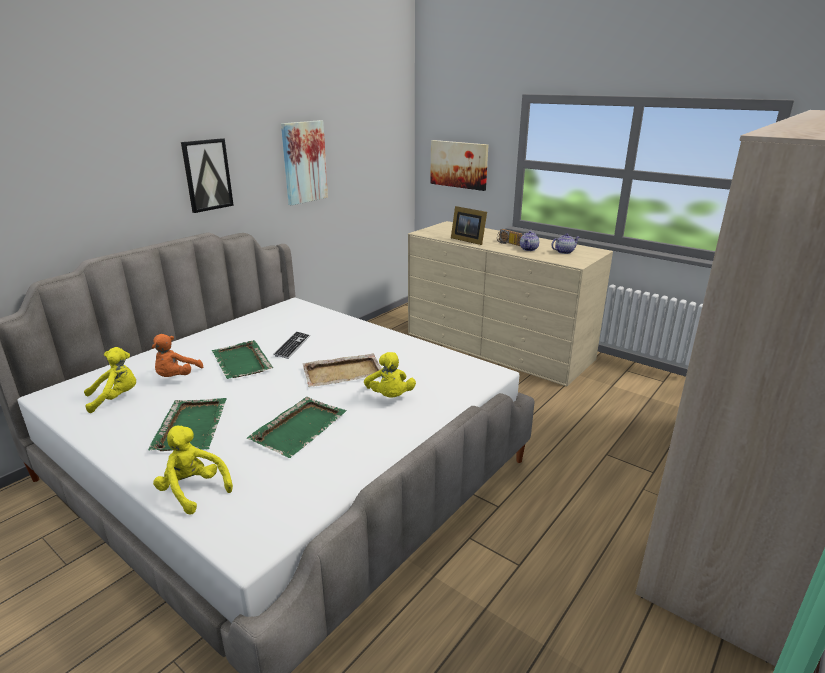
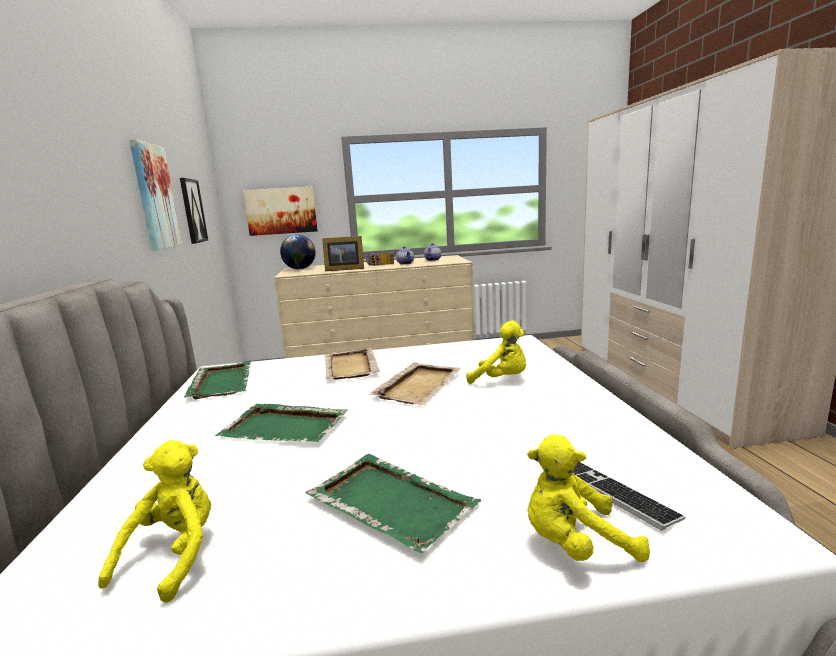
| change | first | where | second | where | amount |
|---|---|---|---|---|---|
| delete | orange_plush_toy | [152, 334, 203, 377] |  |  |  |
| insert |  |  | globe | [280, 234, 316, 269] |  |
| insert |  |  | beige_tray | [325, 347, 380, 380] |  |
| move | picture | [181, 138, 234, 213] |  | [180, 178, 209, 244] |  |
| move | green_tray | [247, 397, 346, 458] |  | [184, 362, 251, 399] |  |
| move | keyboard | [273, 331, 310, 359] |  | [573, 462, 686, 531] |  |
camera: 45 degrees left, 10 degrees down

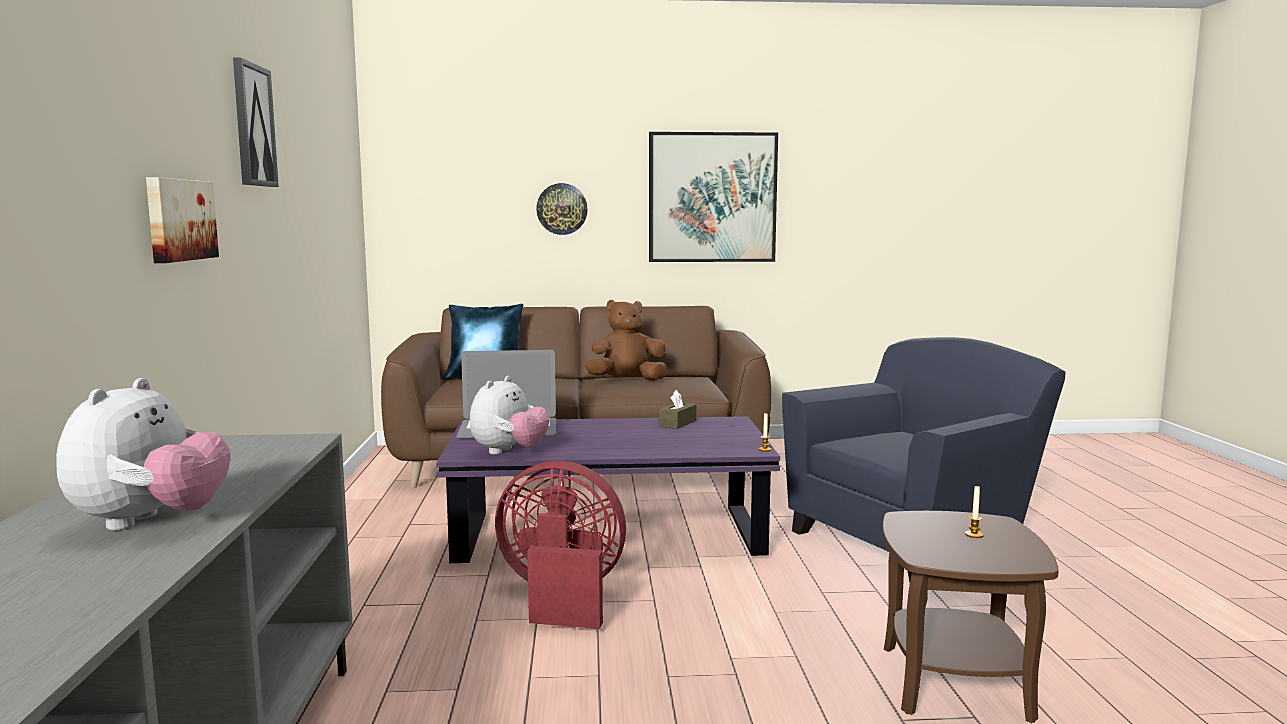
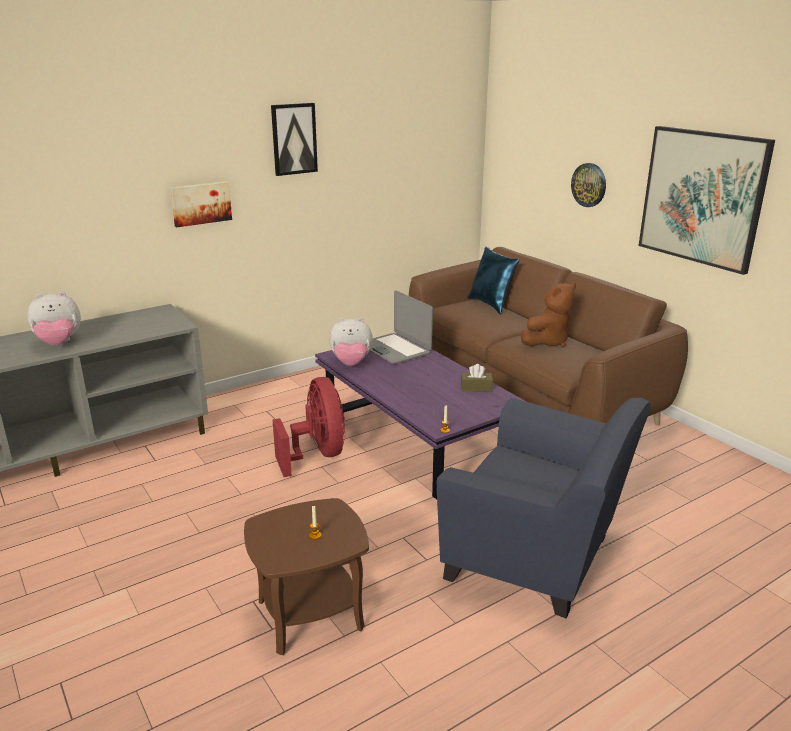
| change | first | where | second | where | amount |
|---|---|---|---|---|---|
| rotate | brown_plush_toy | [585, 300, 667, 381] |  | [521, 283, 576, 348] | 90 degrees clockwise |
camera: 60 degrees right, 15 degrees up

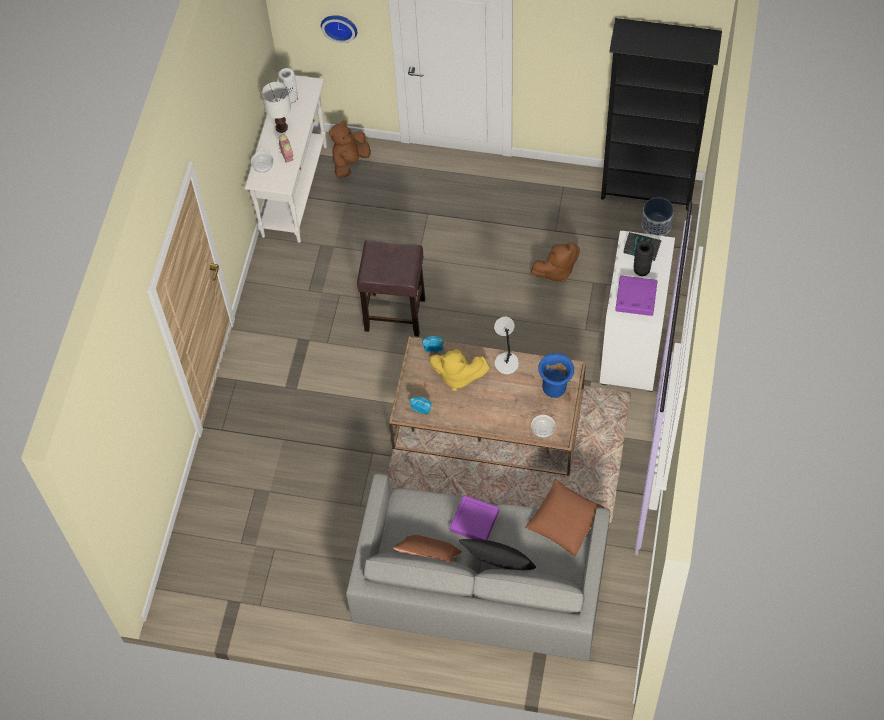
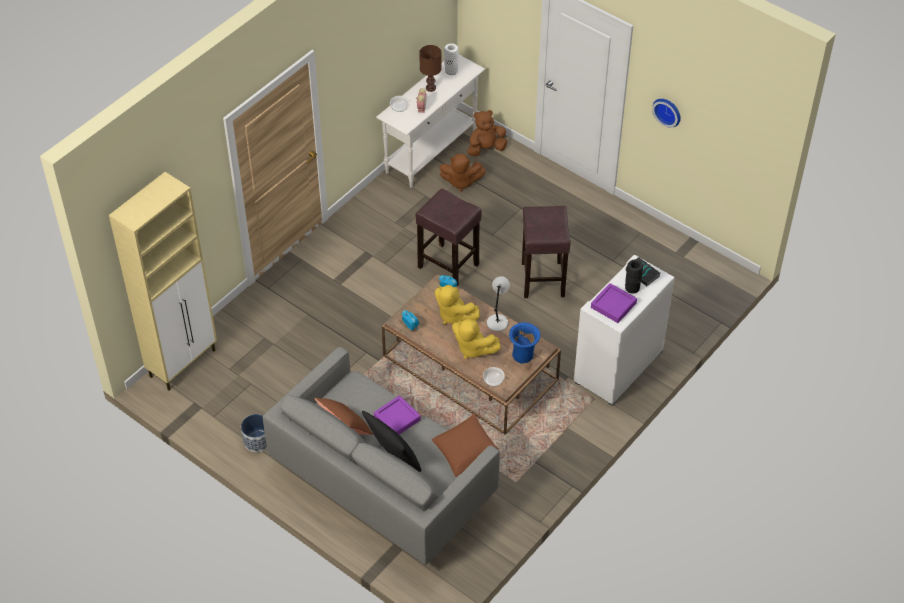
| change | first | where | second | where | amount |
|---|---|---|---|---|---|
| delete | black_bookcase | [601, 18, 722, 211] |  |  |  |
| insert |  |  | beige_cabinet | [109, 172, 217, 391] |  |
| insert |  |  | yellow_plush_toy | [452, 319, 501, 359] |  |
| insert |  |  | brown_stool | [522, 206, 571, 298] |  |
| move | wall_clock | [321, 15, 357, 43] |  | [652, 99, 681, 127] |  |
| move | brown_plush_toy | [531, 242, 580, 283] |  | [439, 154, 486, 191] |  |
| move | planter | [642, 198, 674, 236] |  | [241, 414, 267, 452] |  |
| recolor | white_table_lamp | [262, 82, 291, 133] | brown_table_lamp | [419, 45, 442, 92] |  |
camera: 25 degrees right, 10 degrees down

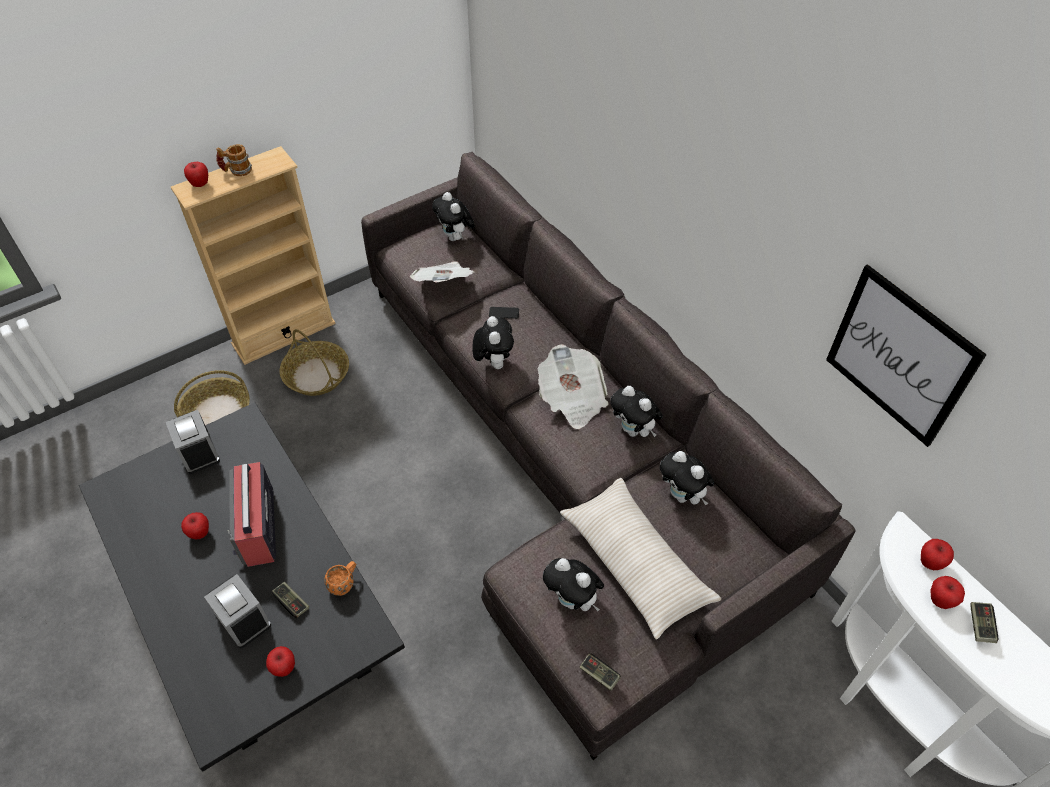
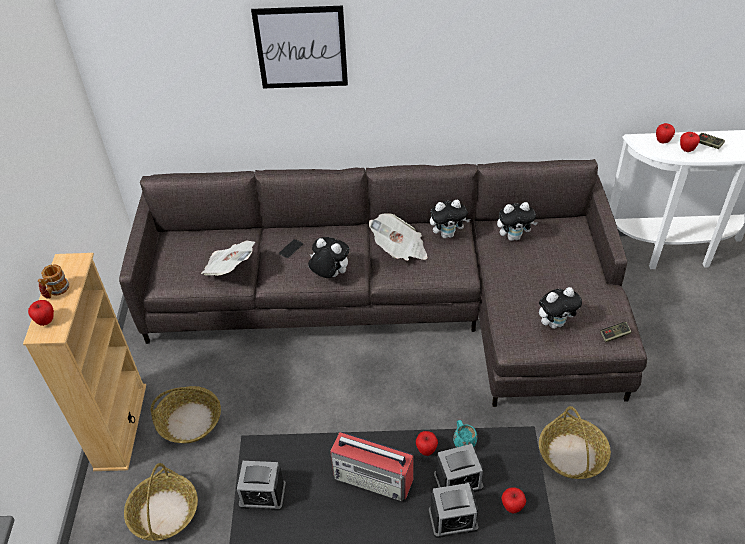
| change | first | where | second | where | amount |
|---|---|---|---|---|---|
| delete | plush_toy | [432, 192, 475, 241] |  |  |  |
| delete | beige_pillow | [560, 478, 721, 639] |  |  |  |
| insert |  |  | basket | [539, 406, 611, 479] |  |
| move | apple | [181, 512, 209, 539] |  | [416, 431, 438, 456] |  |
| move | picture | [826, 264, 987, 447] |  | [251, 6, 348, 89] |  |
| replace | game_controller | [272, 582, 309, 618] | alarm_clock | [434, 444, 483, 492] |  |
| recolor | orange_mug | [325, 561, 356, 596] | turquoise_mug | [453, 420, 477, 447] |  |
camera: 55 degrees left, 5 degrees down

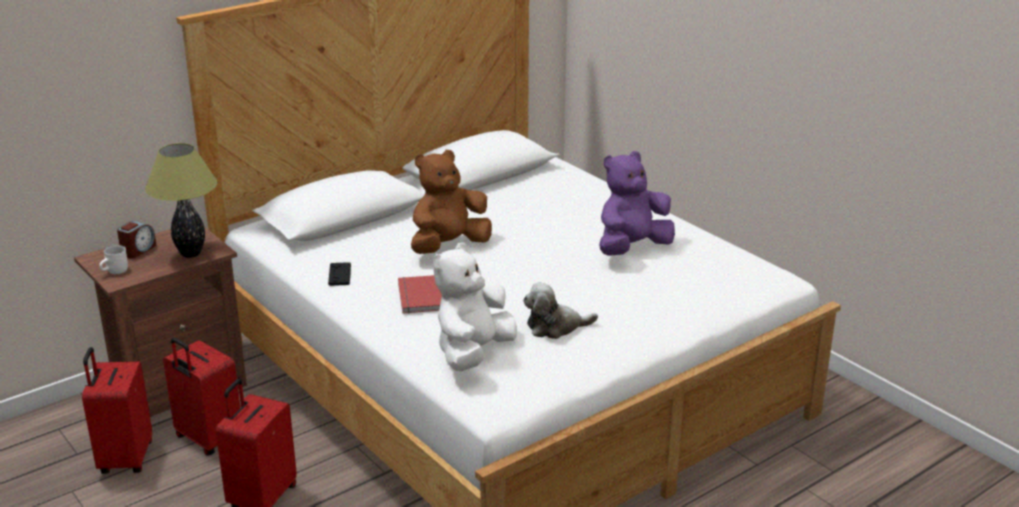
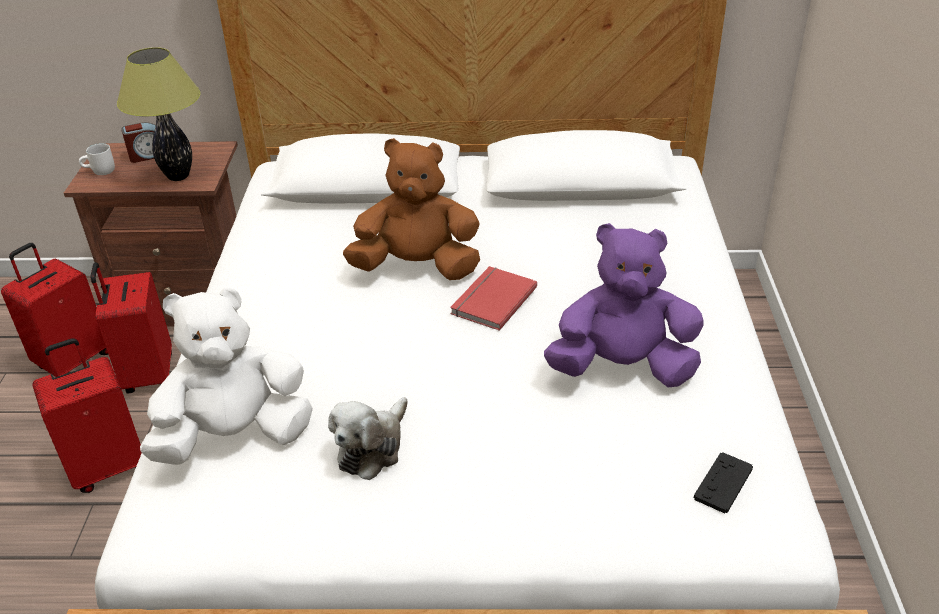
| change | first | where | second | where | amount |
|---|---|---|---|---|---|
| move | black_game_controller | [328, 262, 351, 286] |  | [694, 452, 753, 514] |  |
| move | red_book | [398, 275, 442, 314] |  | [450, 266, 537, 331] |  |
| rotate | plush_toy | [523, 282, 598, 339] |  | [328, 397, 408, 480] | 90 degrees counterclockwise |
camera: 40 degrees right, 10 degrees up

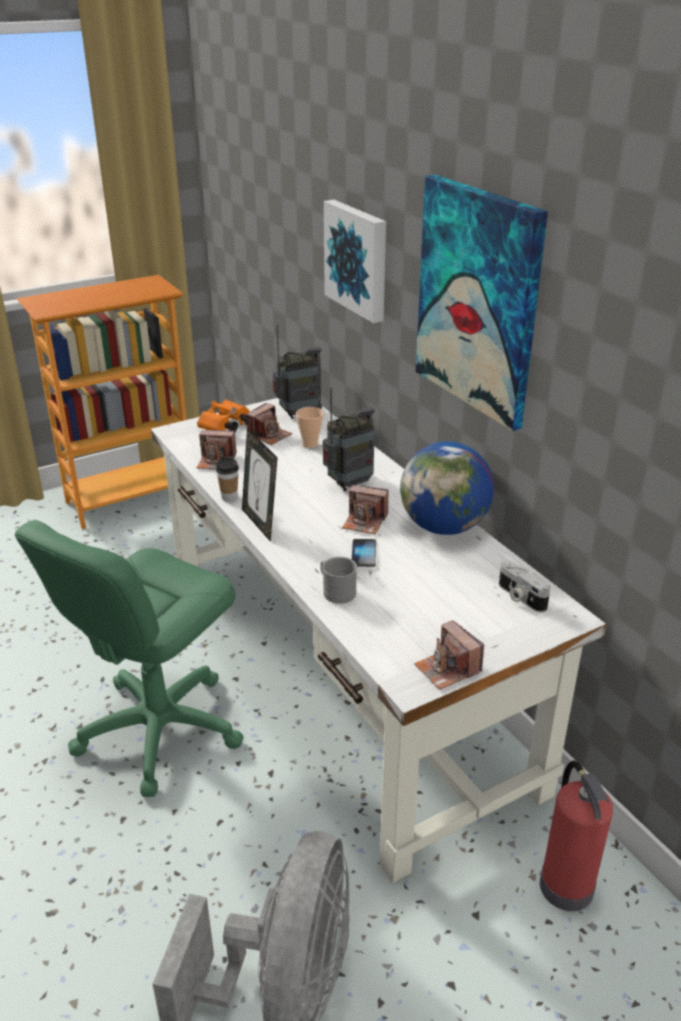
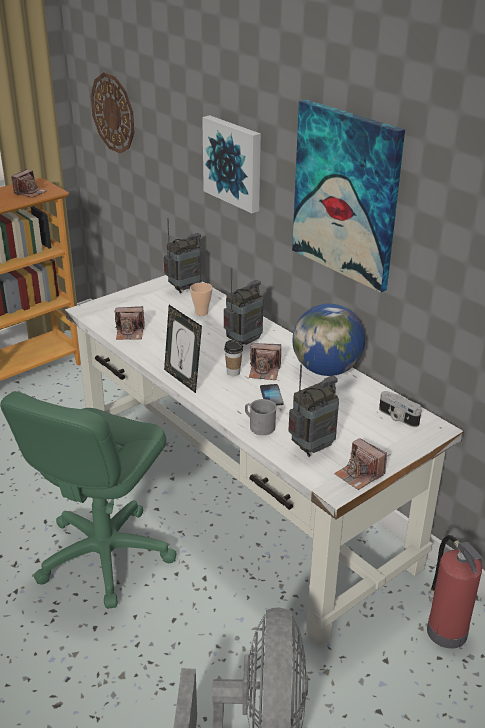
| change | first | where | second | where | amount |
|---|---|---|---|---|---|
| delete | orange_binoculars | [197, 400, 250, 432] |  |  |  |
| insert |  |  | wall_clock | [91, 73, 134, 153] |  |
| insert |  |  | radio | [288, 365, 339, 457] |  |
| move | cup | [216, 457, 239, 502] |  | [224, 340, 243, 376] |  |
| move | photo_camera | [246, 403, 292, 445] |  | [11, 169, 48, 198] |  |
camera: 10 degrees left, 0 degrees up

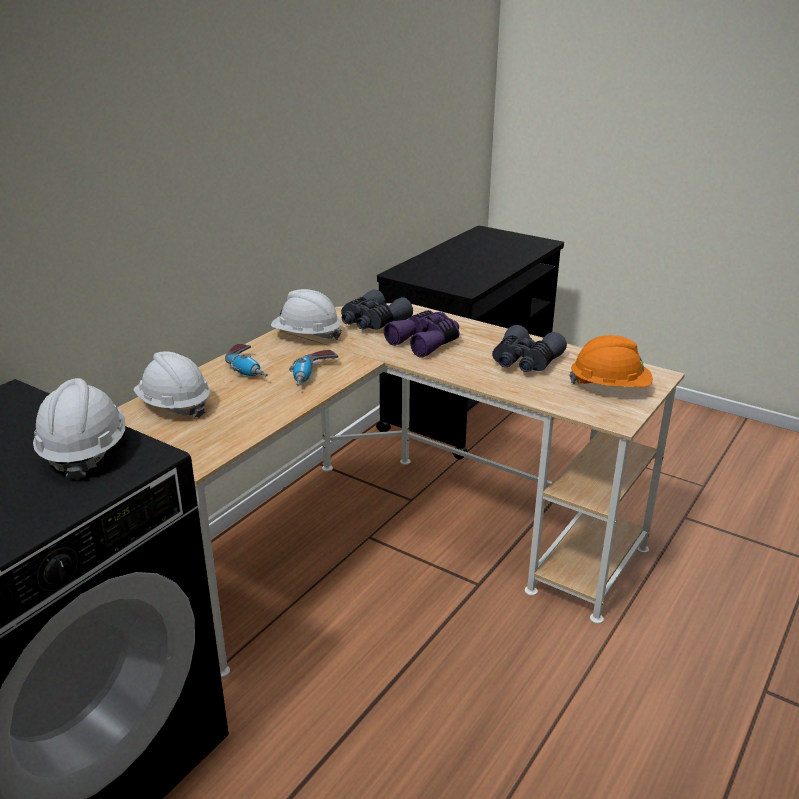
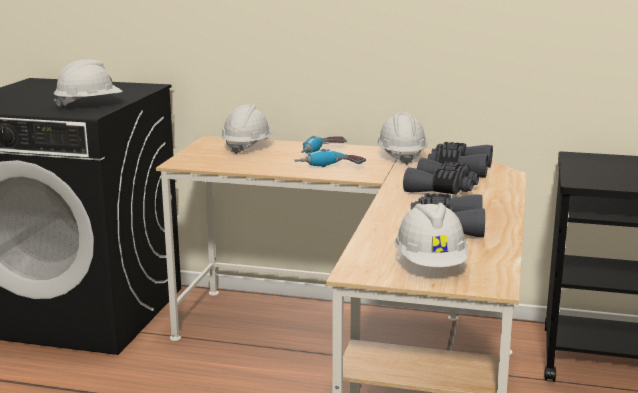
| change | first | where | second | where | amount |
|---|---|---|---|---|---|
| recolor | purple_binoculars | [384, 310, 460, 358] | grey_binoculars | [403, 158, 479, 194] |  |
| recolor | orange_hard_hat | [569, 335, 653, 387] | white_hard_hat | [394, 203, 469, 267] |  |
camera: 70 degrees right, 10 degrees down

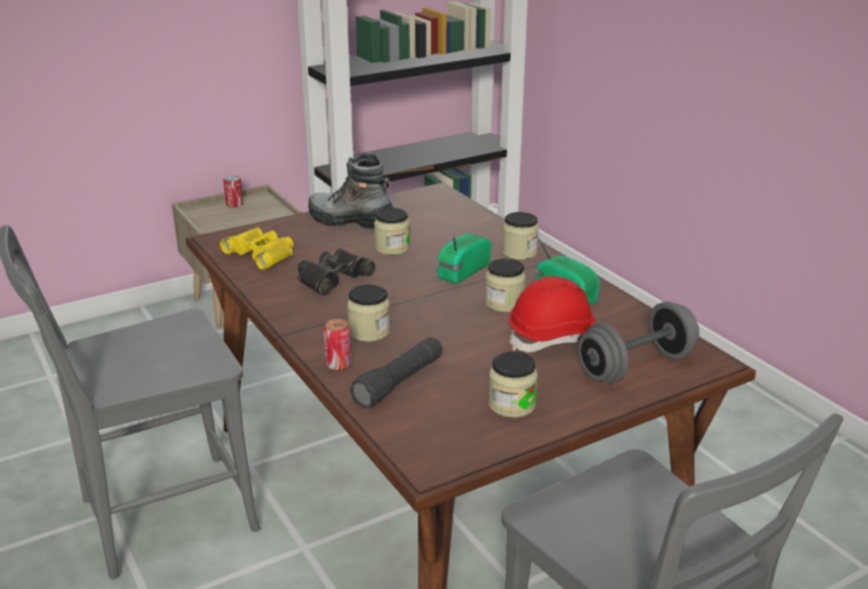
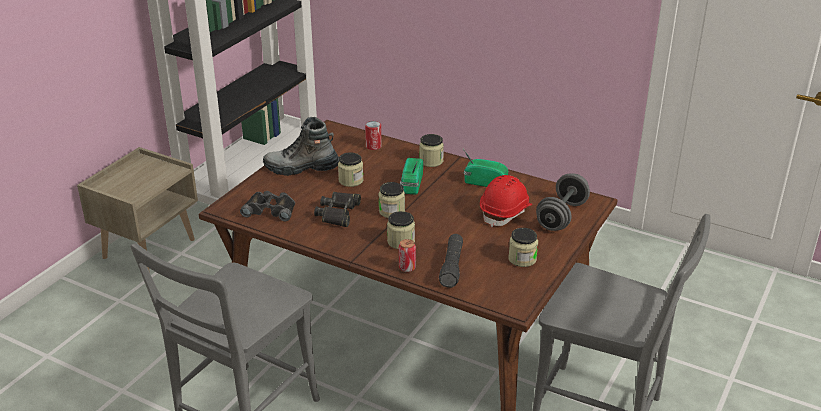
| change | first | where | second | where | amount |
|---|---|---|---|---|---|
| move | can | [223, 176, 243, 207] |  | [365, 121, 382, 150] |  |
| move | jar | [485, 258, 526, 312] |  | [378, 182, 405, 218] |  |
| recolor | yellow_binoculars | [220, 227, 294, 270] | black_binoculars | [240, 191, 295, 221] |  |
camera: 30 degrees left, 5 degrees up

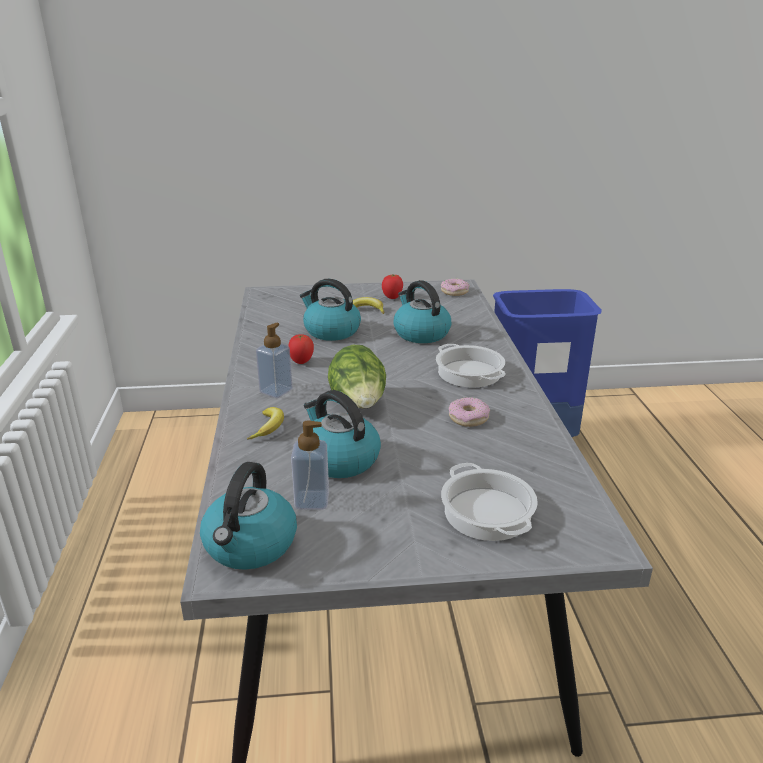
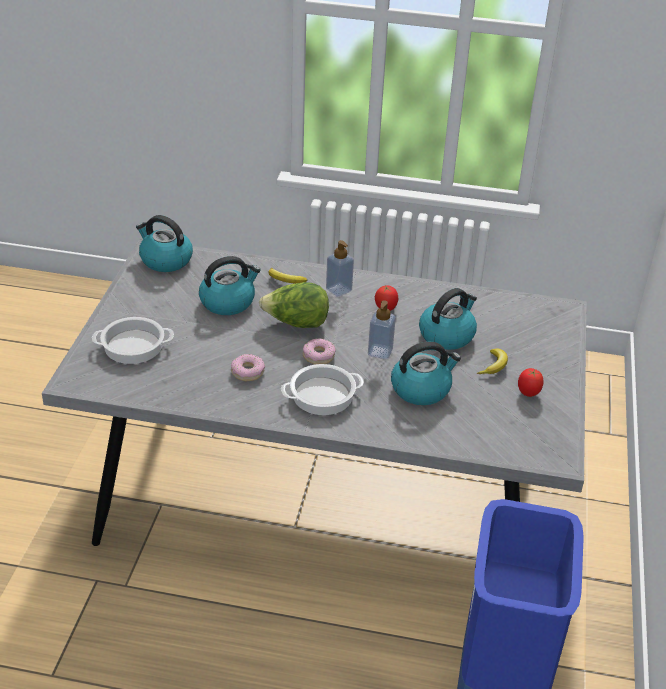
| change | first | where | second | where | amount |
|---|---|---|---|---|---|
| move | soap_dispenser | [291, 421, 329, 510] |  | [368, 301, 396, 359] |  |
| move | donut | [441, 278, 470, 296] |  | [303, 338, 336, 364] |  |
camera: 105 degrees right, 10 degrees up

